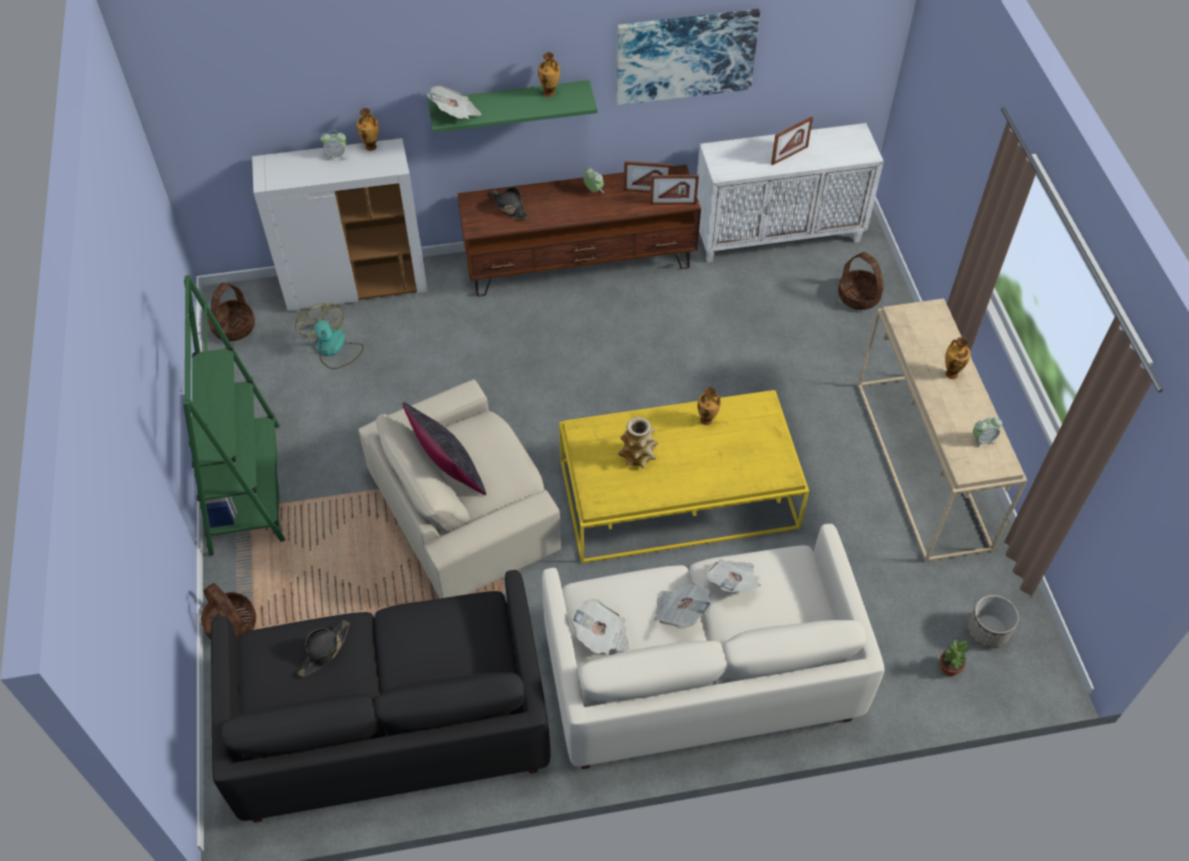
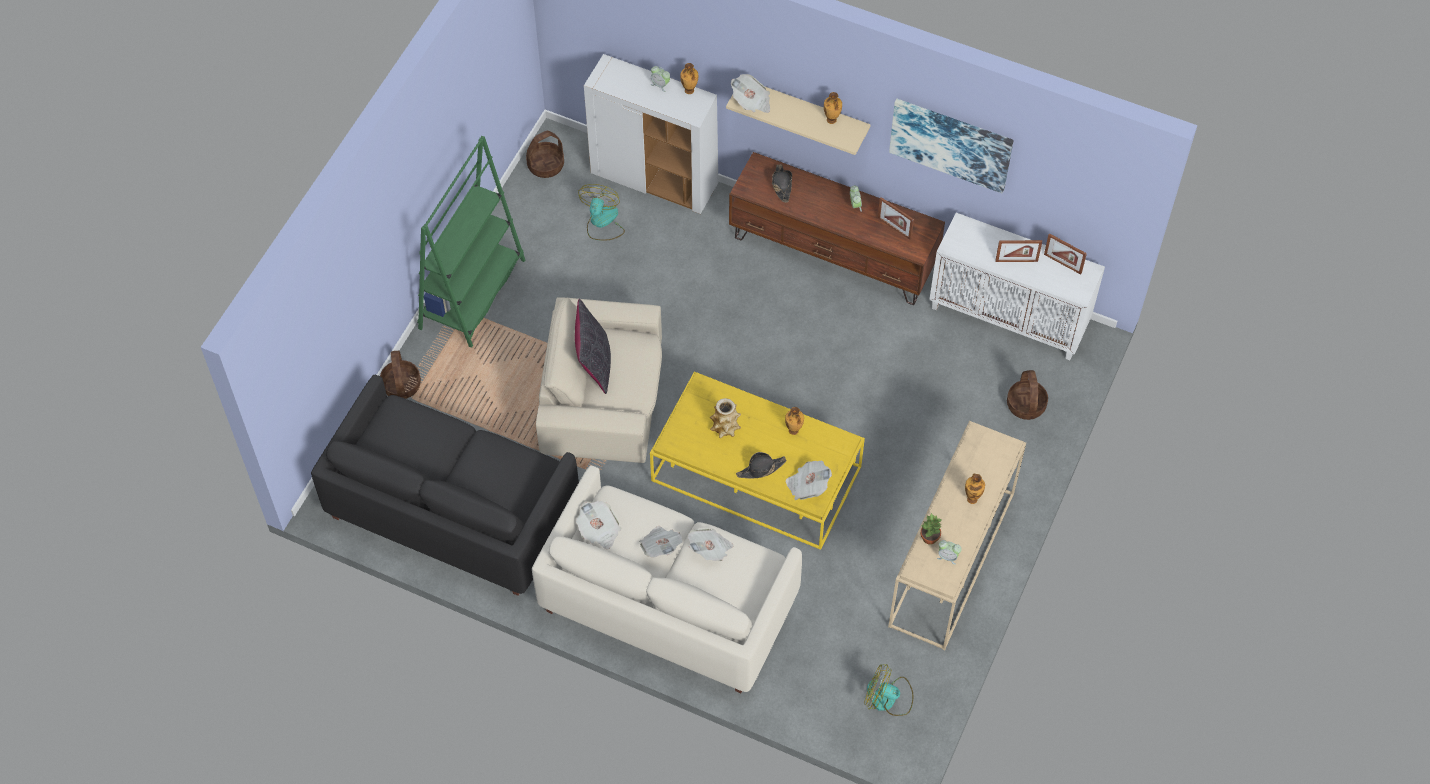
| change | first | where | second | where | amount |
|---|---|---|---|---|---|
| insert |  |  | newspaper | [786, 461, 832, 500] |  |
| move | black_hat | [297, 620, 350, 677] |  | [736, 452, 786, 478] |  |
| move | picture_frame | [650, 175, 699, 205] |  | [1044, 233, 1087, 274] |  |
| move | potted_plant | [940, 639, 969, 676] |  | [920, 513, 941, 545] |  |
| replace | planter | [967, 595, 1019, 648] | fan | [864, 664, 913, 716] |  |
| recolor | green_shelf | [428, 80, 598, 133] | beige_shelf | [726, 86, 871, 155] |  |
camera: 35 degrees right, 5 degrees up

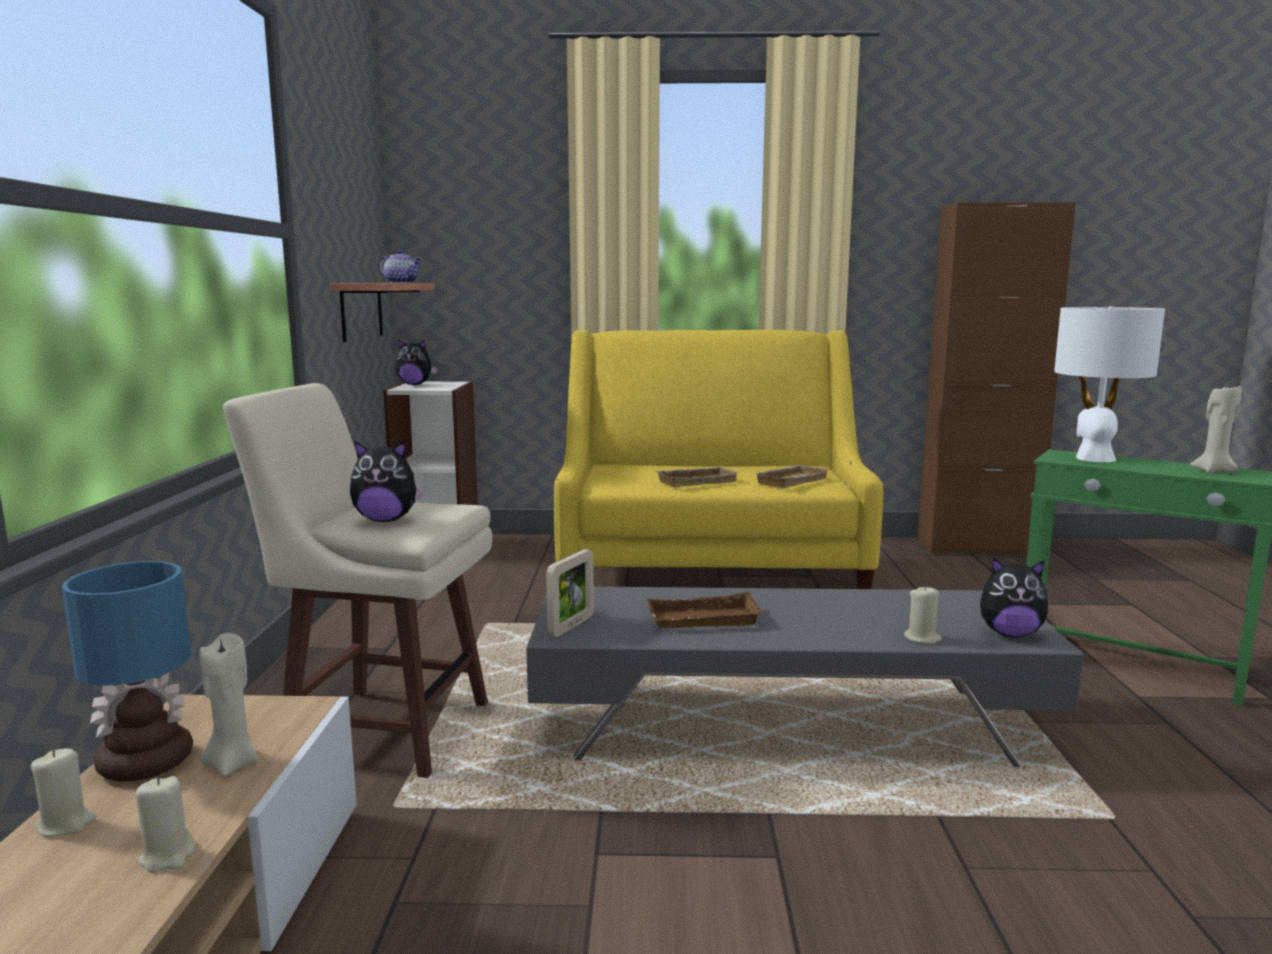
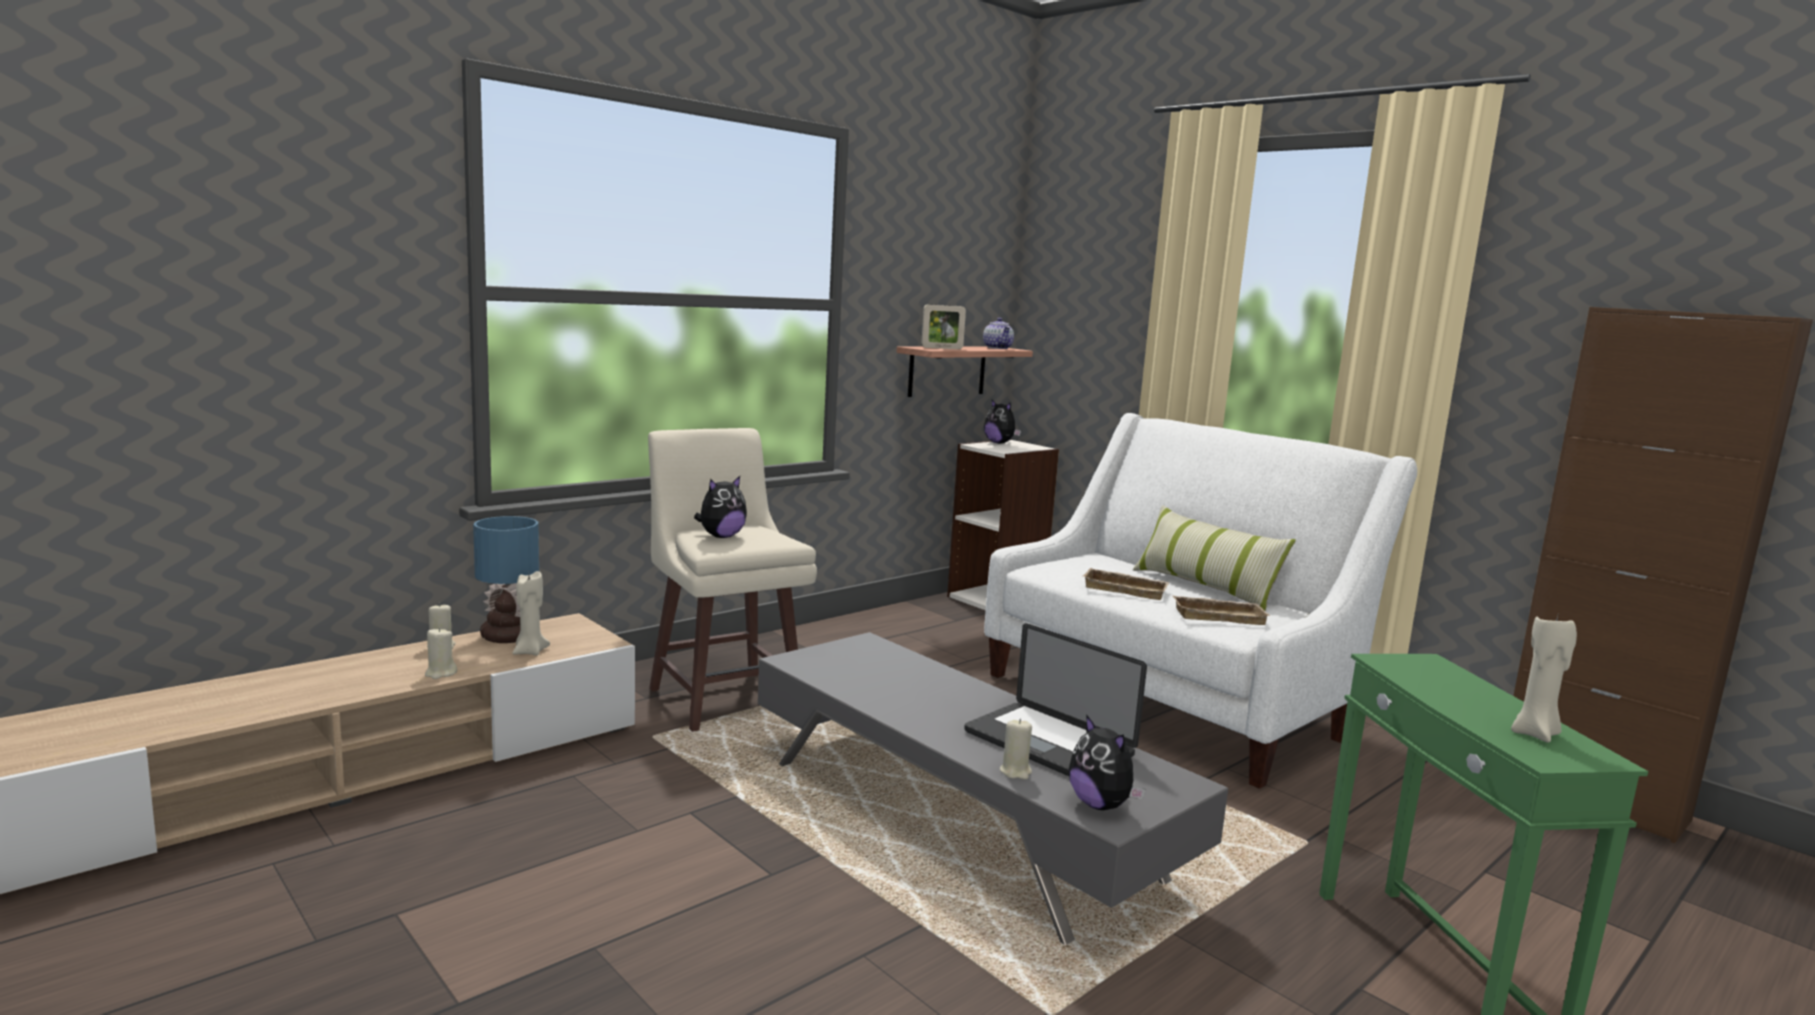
| change | first | where | second | where | amount |
|---|---|---|---|---|---|
| delete | brown_tray | [647, 592, 763, 628] |  |  |  |
| delete | white_table_lamp | [1054, 306, 1165, 462] |  |  |  |
| insert |  |  | laptop | [964, 623, 1147, 776] |  |
| insert |  |  | pillow | [1133, 505, 1296, 611] |  |
| move | picture_frame | [546, 549, 594, 637] |  | [921, 304, 966, 349] |  |
| recolor | yellow_sofa | [554, 330, 883, 589] | white_sofa | [984, 413, 1417, 789] |  |
| rotate | plush_toy | [350, 441, 426, 522] |  | [694, 476, 747, 538] | 90 degrees counterclockwise |
camera: 45 degrees right, 0 degrees up

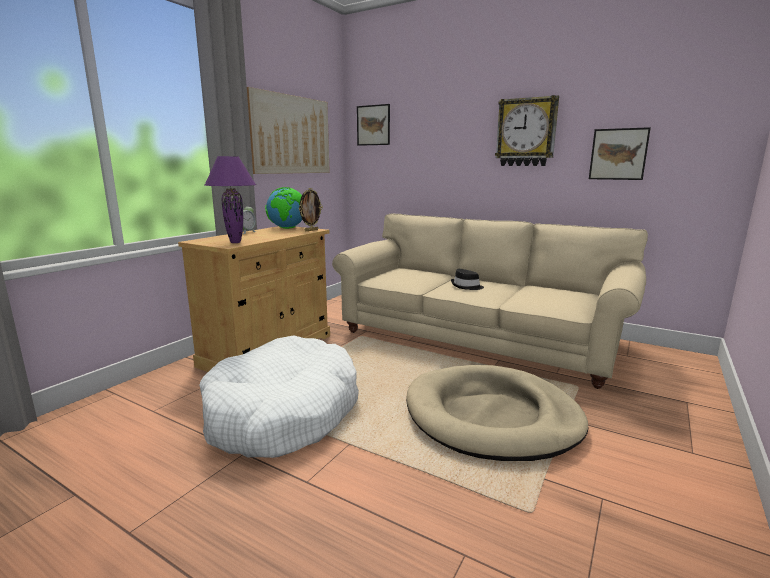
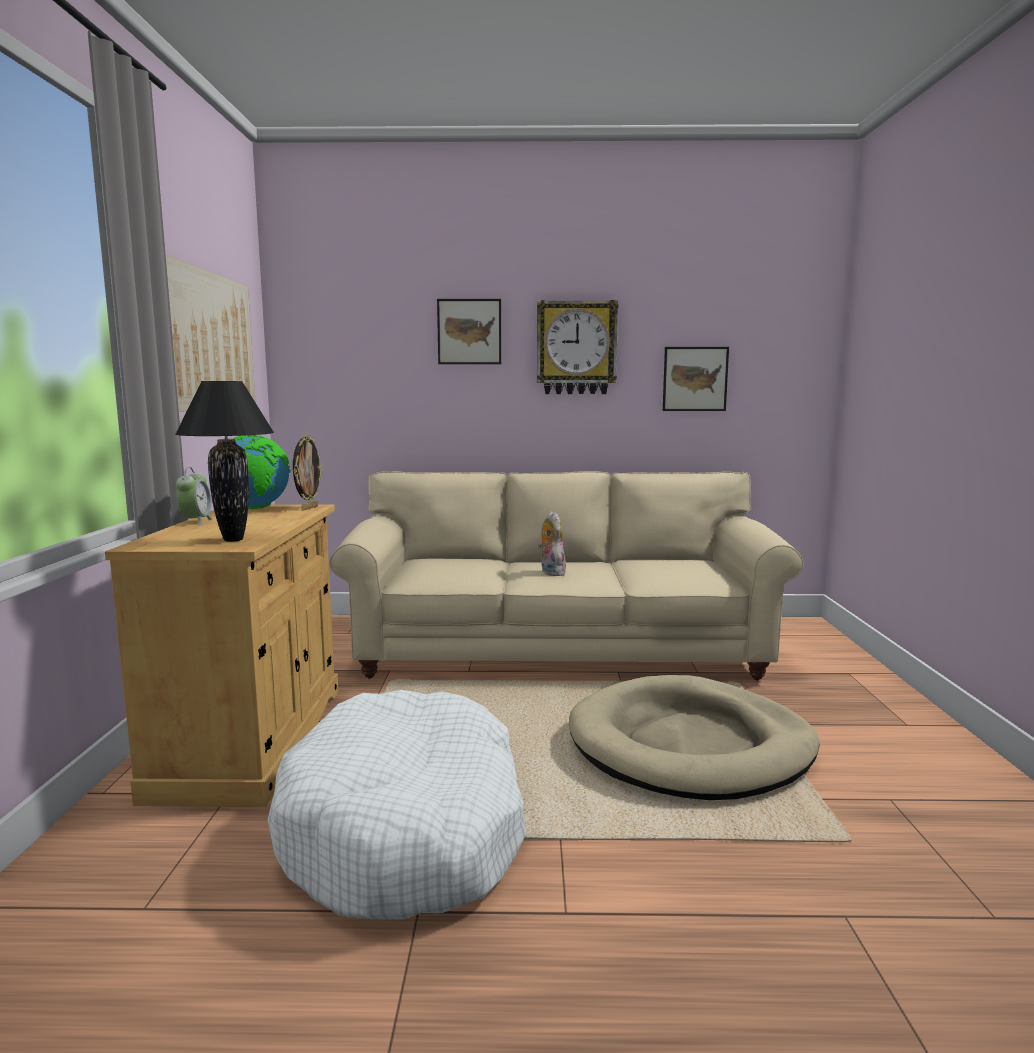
| change | first | where | second | where | amount |
|---|---|---|---|---|---|
| move | picture | [357, 104, 390, 146] |  | [437, 299, 501, 364] |  |
| replace | black_hat | [451, 269, 484, 290] | plush_toy | [538, 511, 566, 576] |  |
| recolor | purple_table_lamp | [205, 156, 256, 243] | black_table_lamp | [175, 381, 274, 542] |  |
camera: 30 degrees left, 5 degrees down

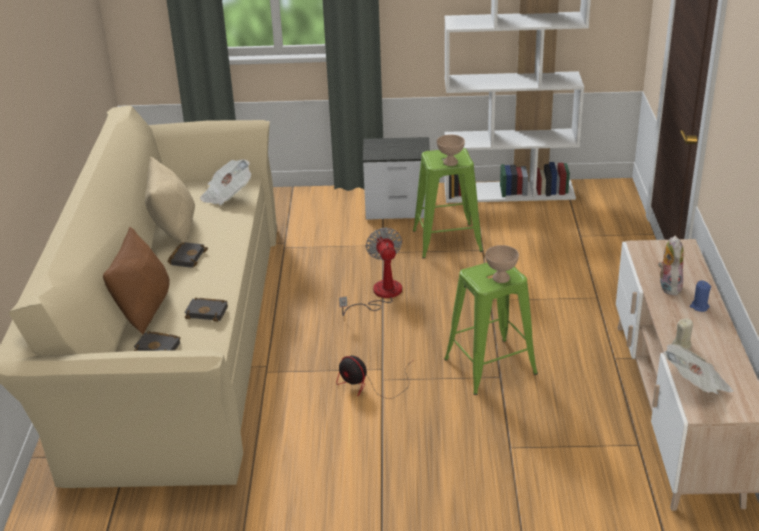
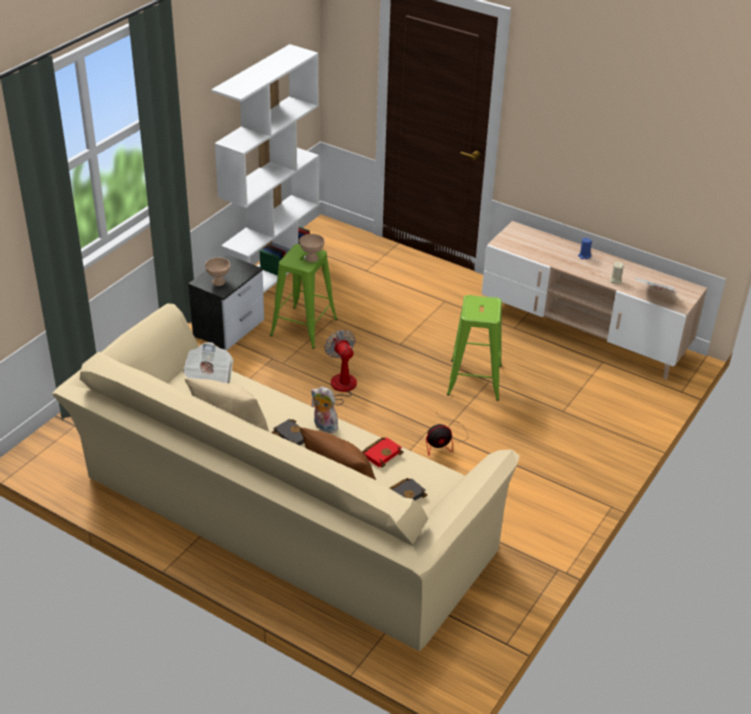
| change | first | where | second | where | amount |
|---|---|---|---|---|---|
| move | beige_bowl | [485, 245, 519, 283] |  | [205, 258, 230, 286] |  |
| move | plush_toy | [658, 236, 684, 295] |  | [311, 386, 338, 433] |  |
| recolor | black_book | [184, 297, 228, 322] | red_book | [362, 437, 404, 468] |  |
| rotate | fan | [339, 227, 402, 316] |  | [312, 330, 357, 407] | 45 degrees clockwise |
camera: 60 degrees left, 5 degrees up

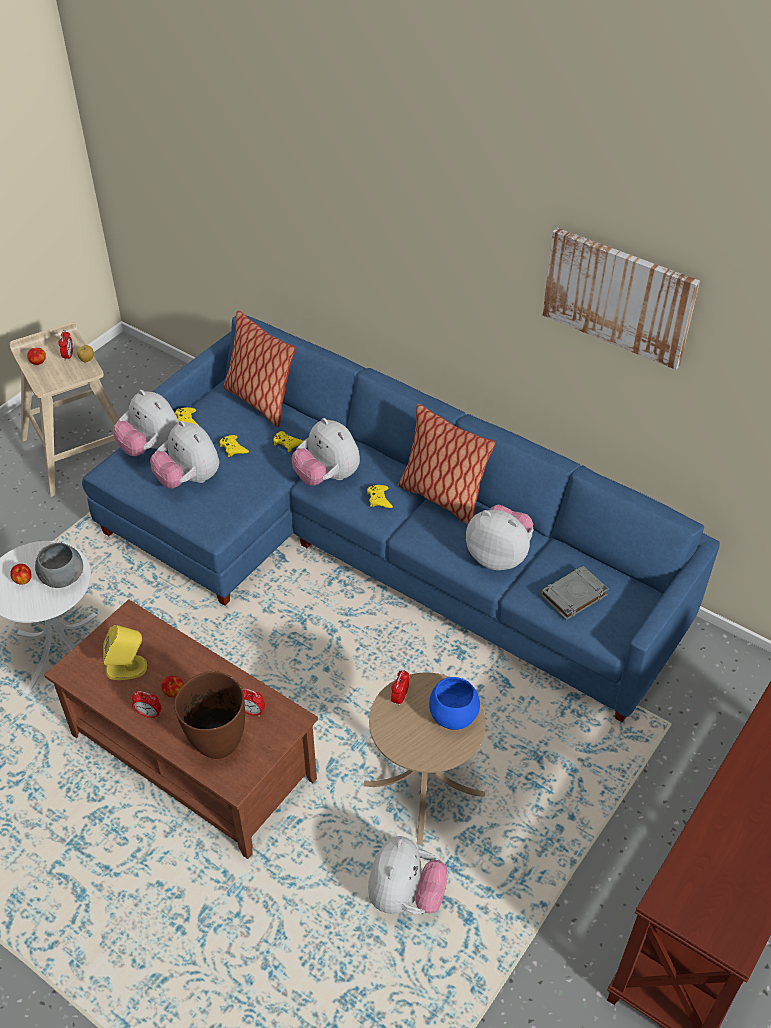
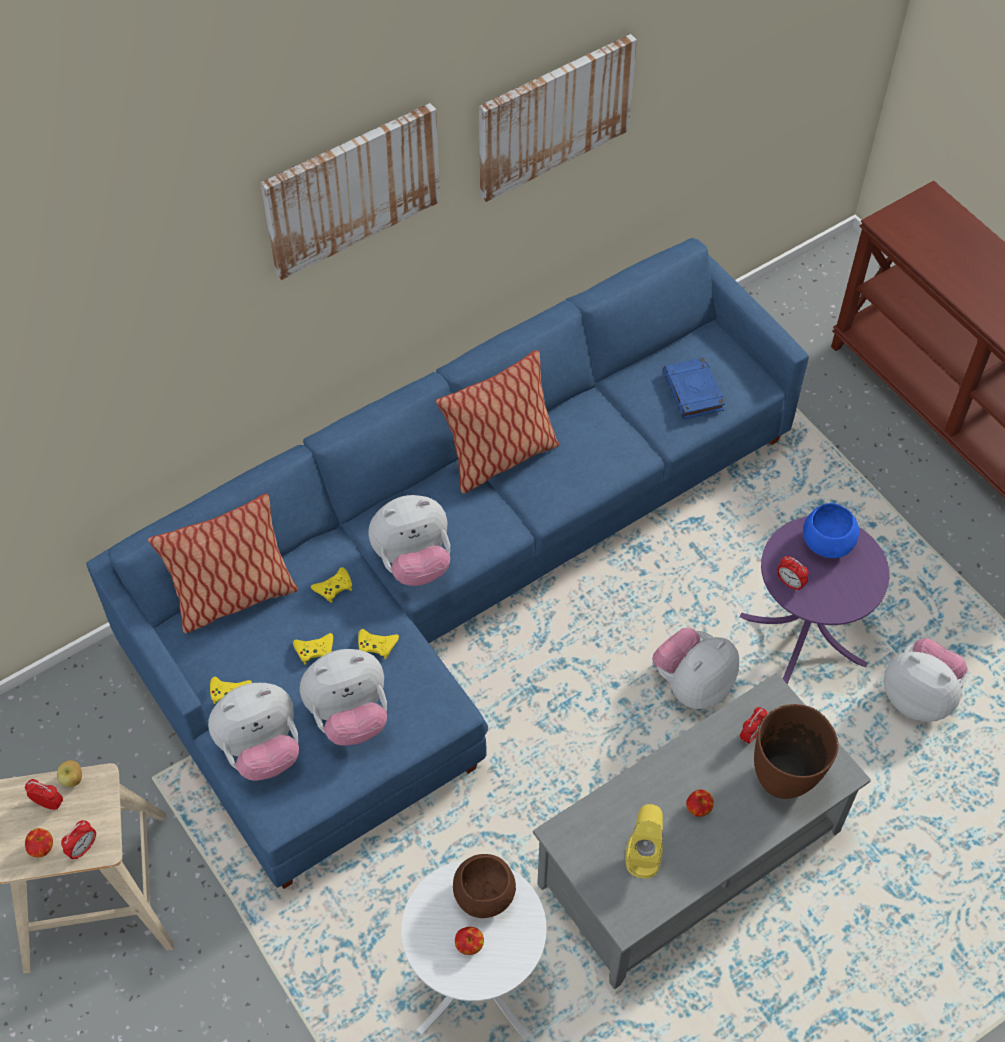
| change | first | where | second | where | amount |
|---|---|---|---|---|---|
| insert |  |  | picture | [260, 103, 440, 280] |  |
| move | alarm_clock | [132, 691, 162, 719] |  | [61, 820, 96, 860] |  |
| move | yellow_game_controller | [367, 485, 393, 508] |  | [358, 629, 399, 659] |  |
| move | plush_toy | [466, 505, 533, 570] |  | [652, 627, 740, 709] |  |
| recolor | grey_bowl | [35, 542, 83, 588] | brown_bowl | [453, 854, 516, 918] |  |
| recolor | brown_coffee_table | [44, 599, 318, 859] | grey_coffee_table | [533, 673, 871, 989] |  |
| recolor | beige_side_table | [363, 673, 486, 845] | purple_side_table | [739, 517, 889, 684] |  |
| recolor | grey_book | [540, 566, 609, 620] | blue_book | [662, 357, 725, 419] |  |
camera: 70 degrees left, 10 degrees up

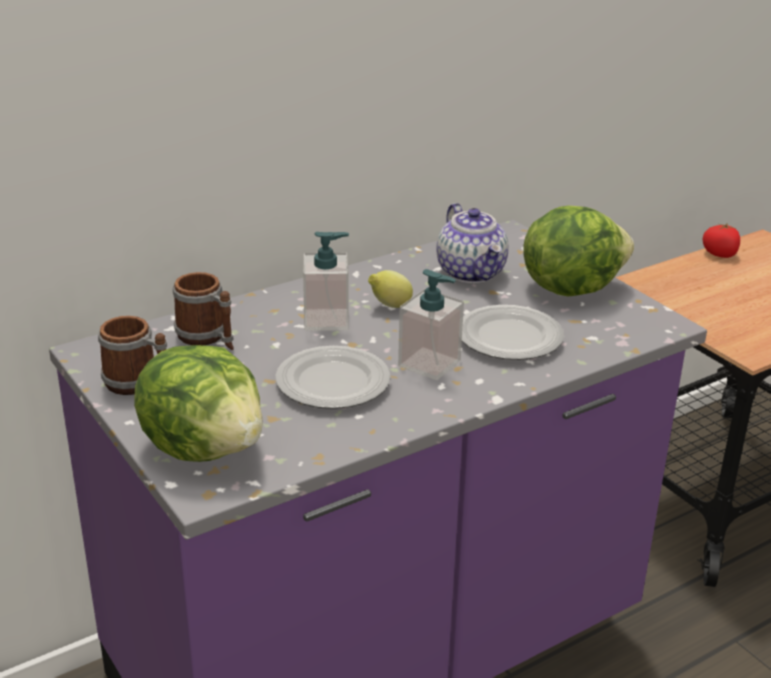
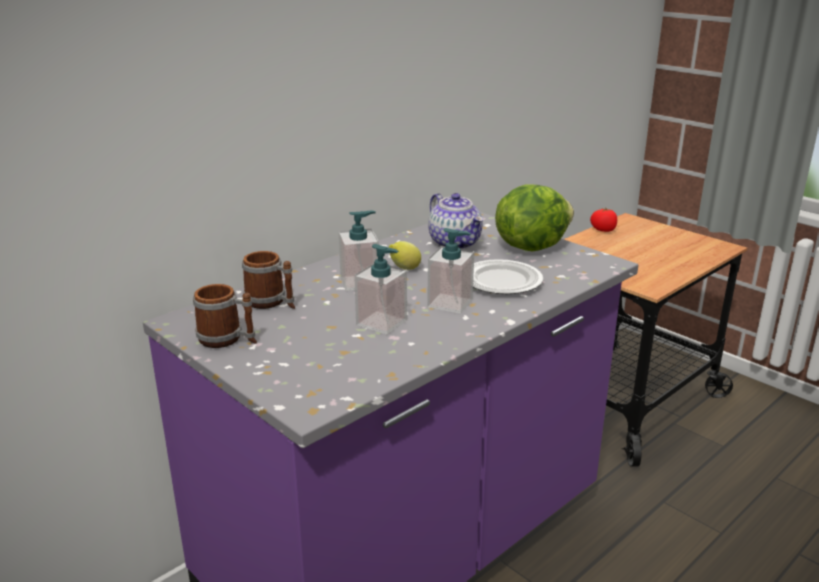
| change | first | where | second | where | amount |
|---|---|---|---|---|---|
| delete | lettuce | [134, 345, 263, 462] |  |  |  |
| replace | plate | [275, 346, 391, 409] | soap_dispenser | [354, 244, 407, 335] |  |
camera: 10 degrees left, 5 degrees down

